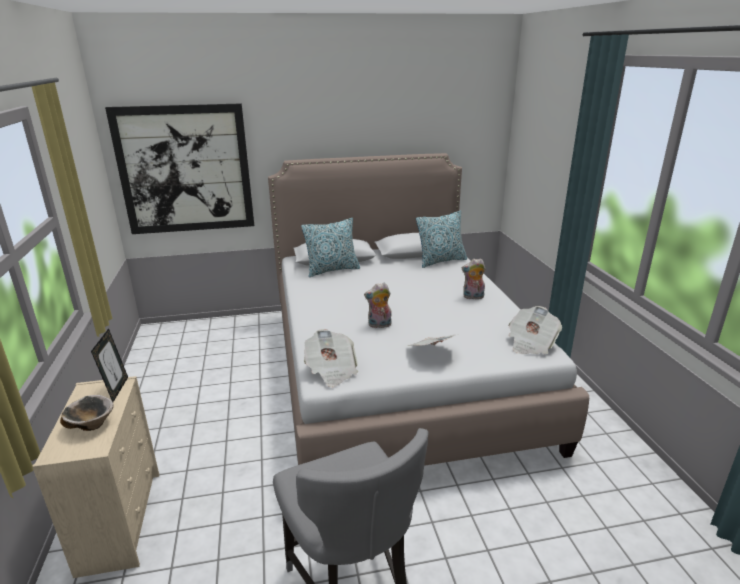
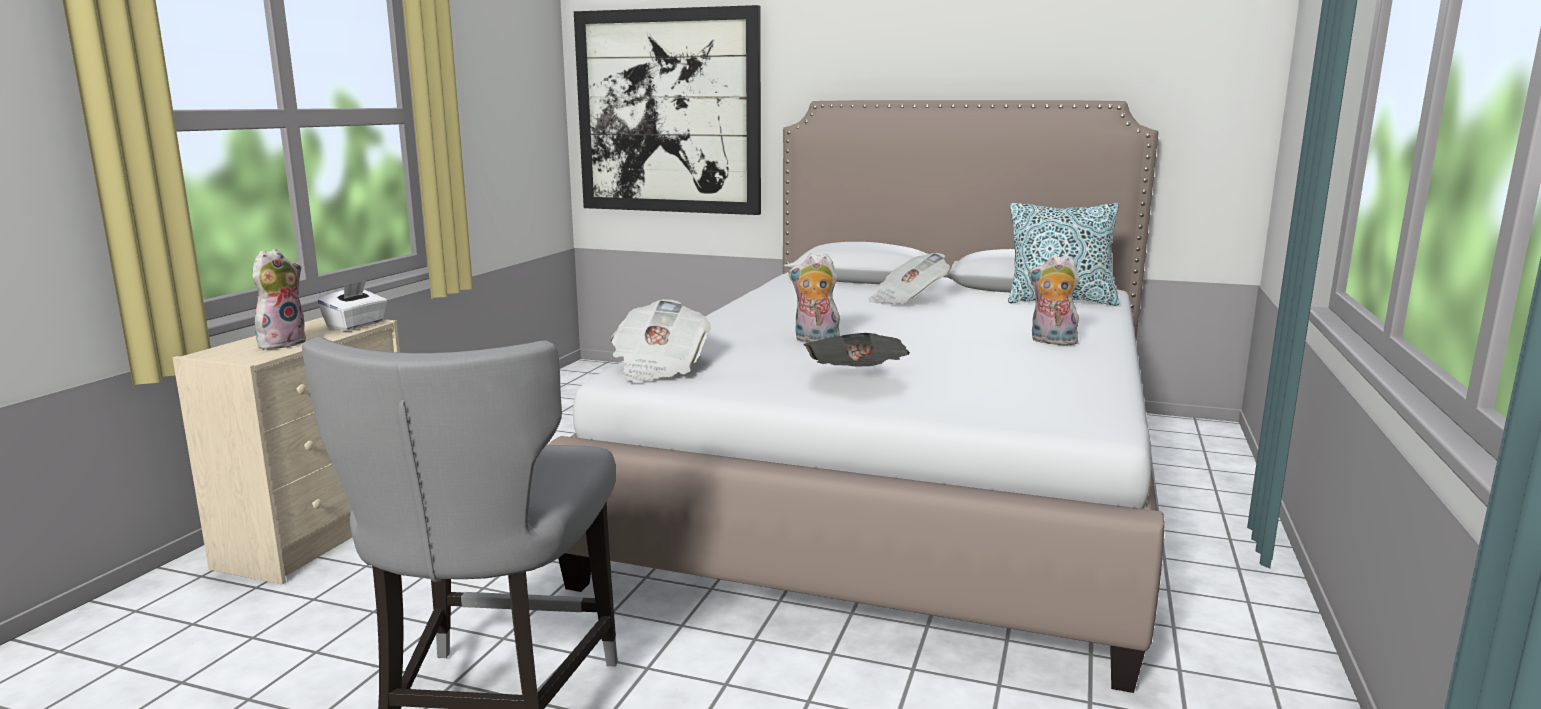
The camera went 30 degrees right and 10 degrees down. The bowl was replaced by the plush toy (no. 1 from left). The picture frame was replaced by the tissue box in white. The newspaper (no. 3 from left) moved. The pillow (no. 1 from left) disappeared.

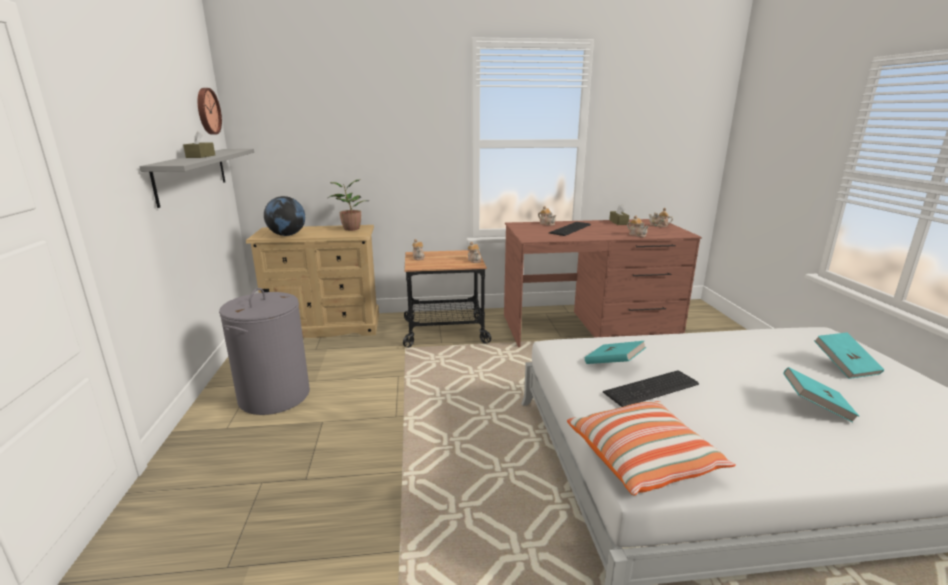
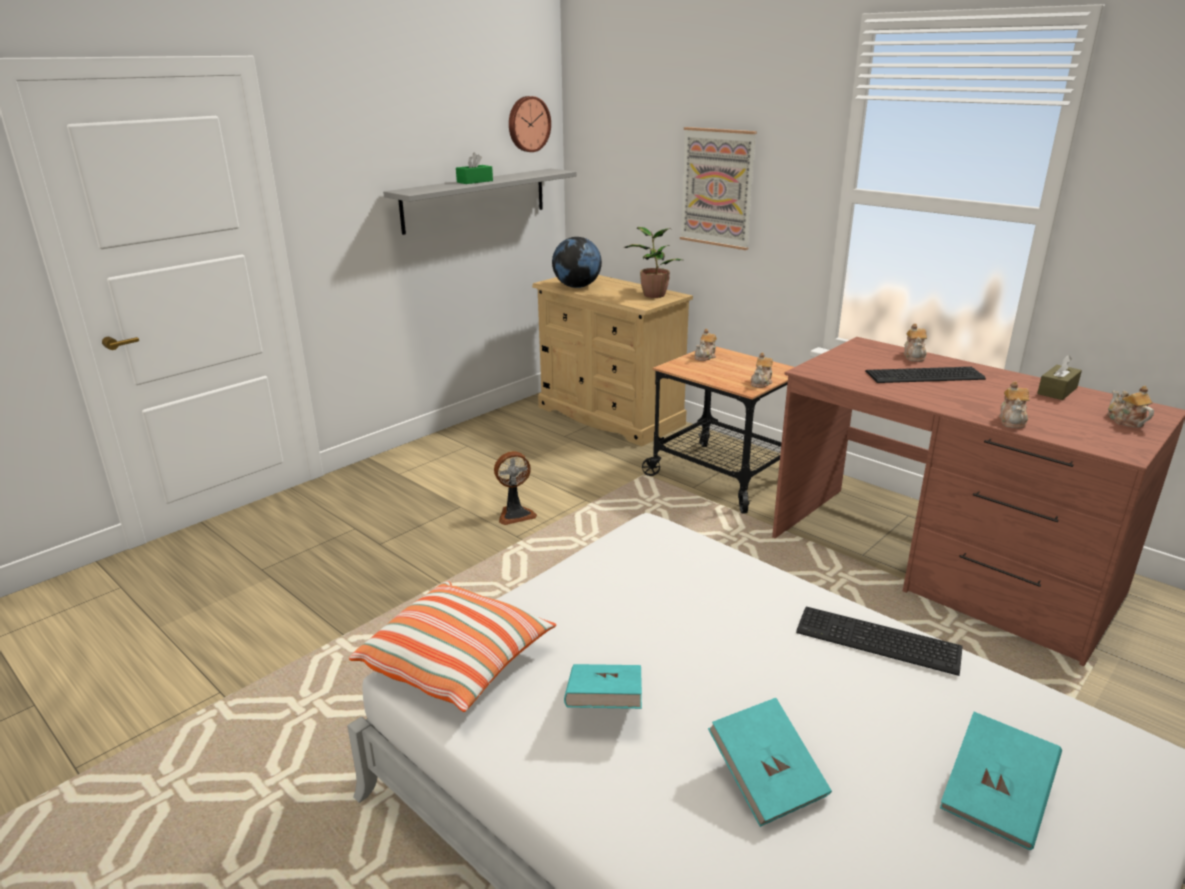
The camera went 50 degrees right and 5 degrees up. The tissue box in brown (no. 1 from left) became the tissue box in green. The fan appeared. The book in turquoise (no. 1 from left) moved. The picture appeared. The keyboard (no. 2 from left in the first image) moved. The laundry basket in grey disappeared.

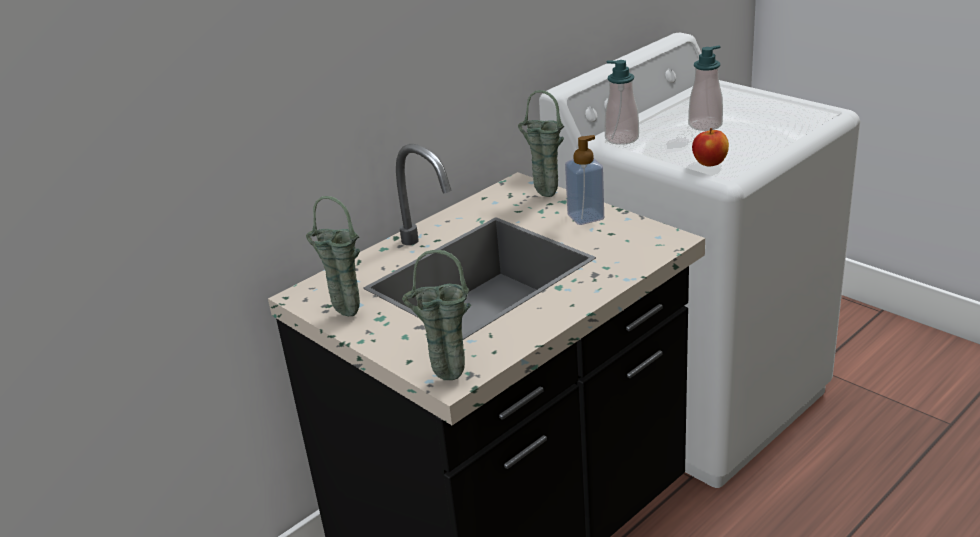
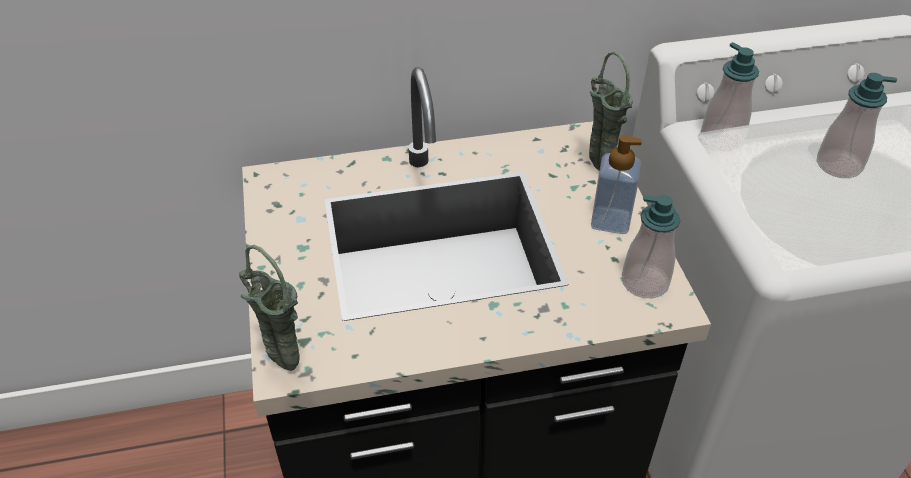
The camera went 30 degrees right and 15 degrees up. The soap dispenser (no. 2 from left) appeared. The vase in green (no. 1 from left) disappeared. The apple disappeared.

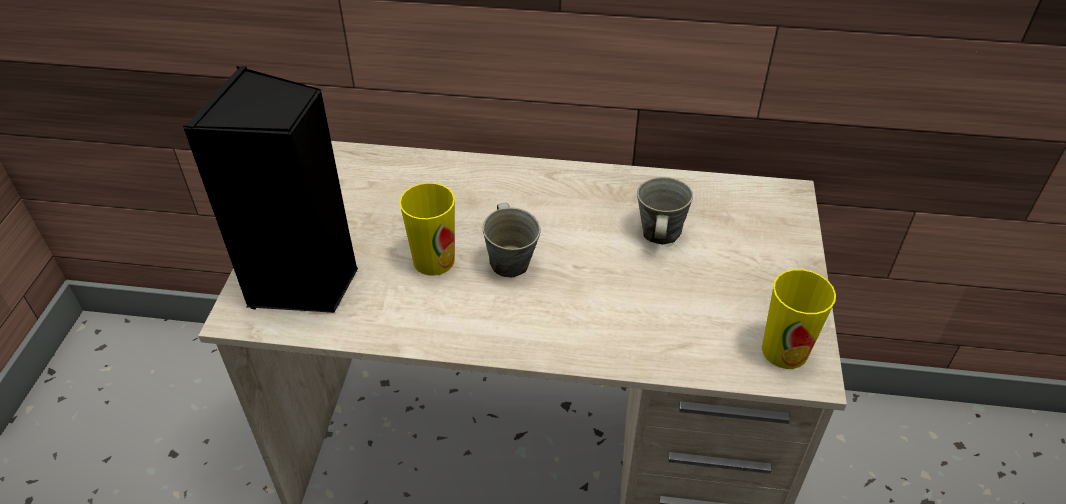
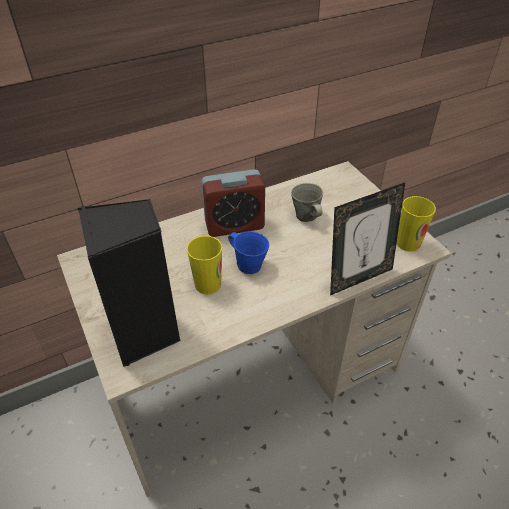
The camera went 35 degrees left and 0 degrees up. The alarm clock appeared. The mug in grey (no. 1 from left) became the mug in blue. The picture frame appeared.

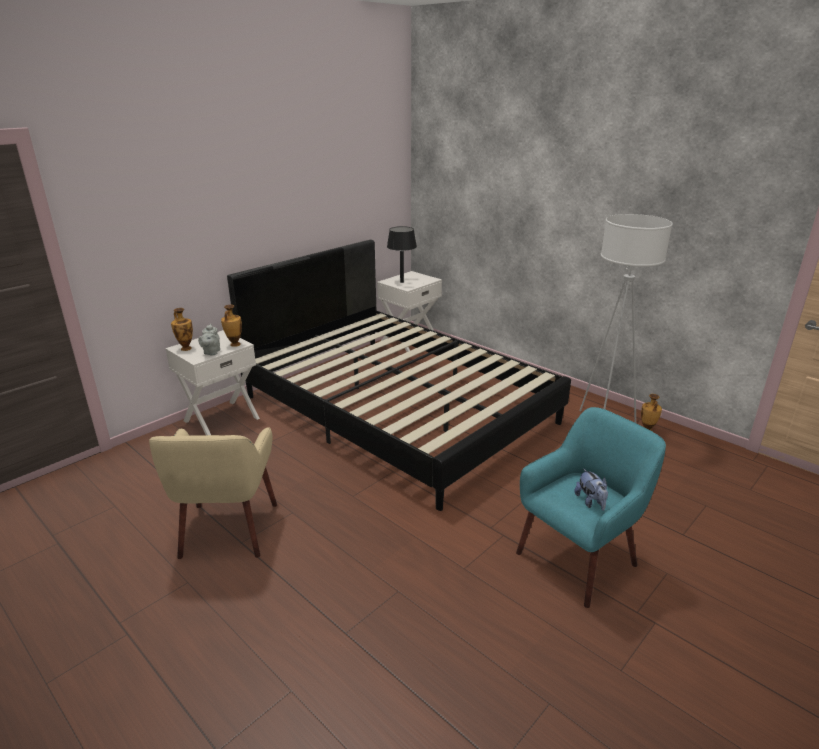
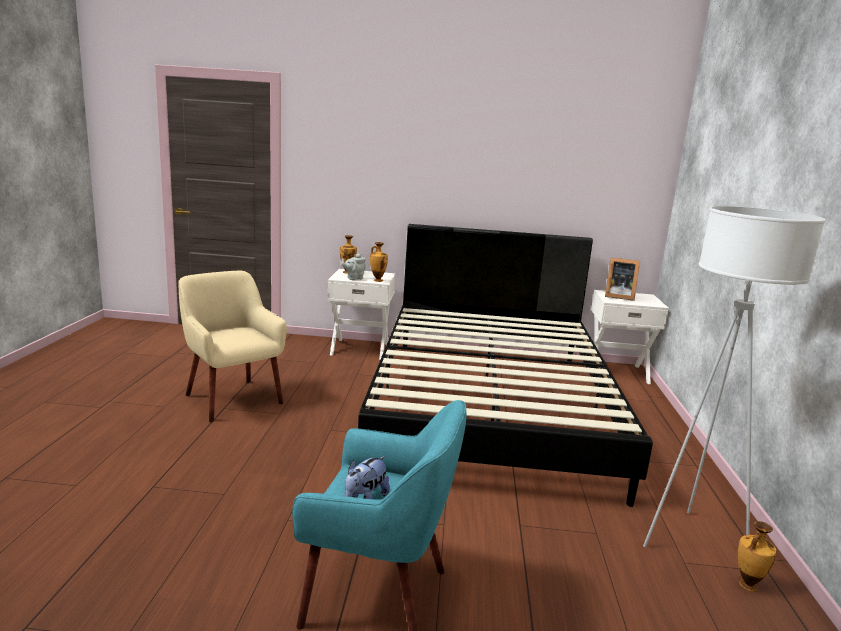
The camera went 50 degrees right and 10 degrees down. The armchair in beige turned 90 degrees clockwise. The table lamp in black was replaced by the picture frame.

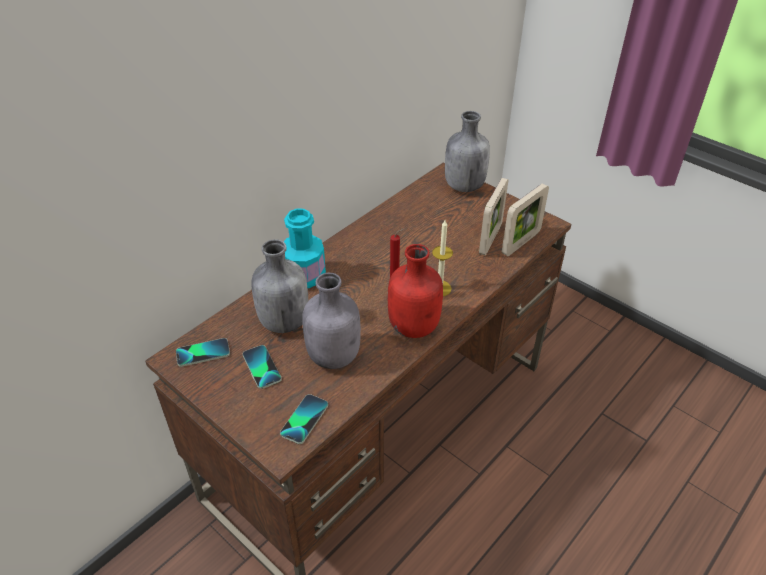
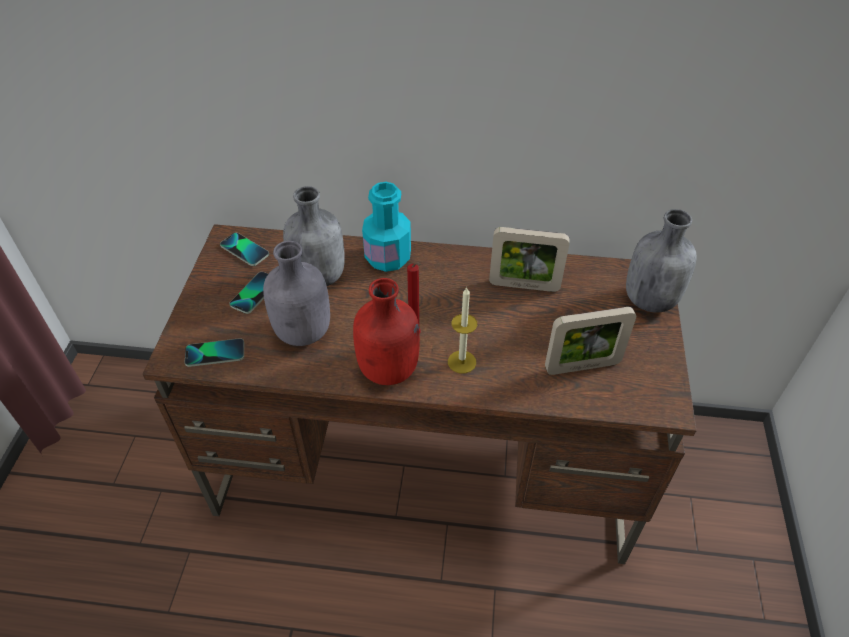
The camera went 55 degrees right and 5 degrees up. The picture frame (no. 2 from left in the first image) moved.

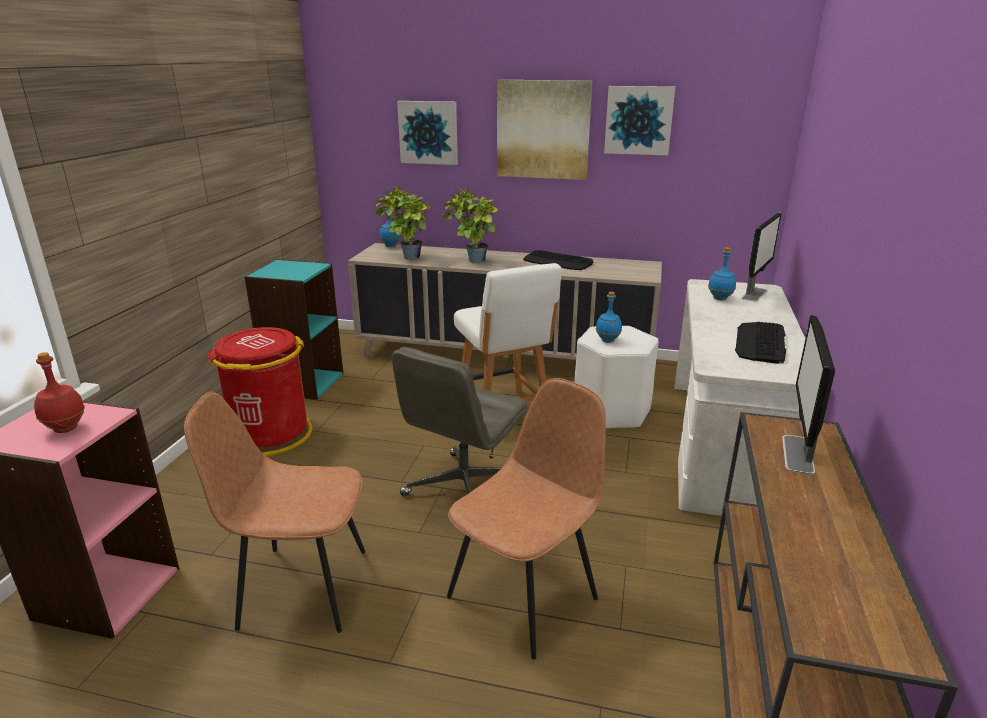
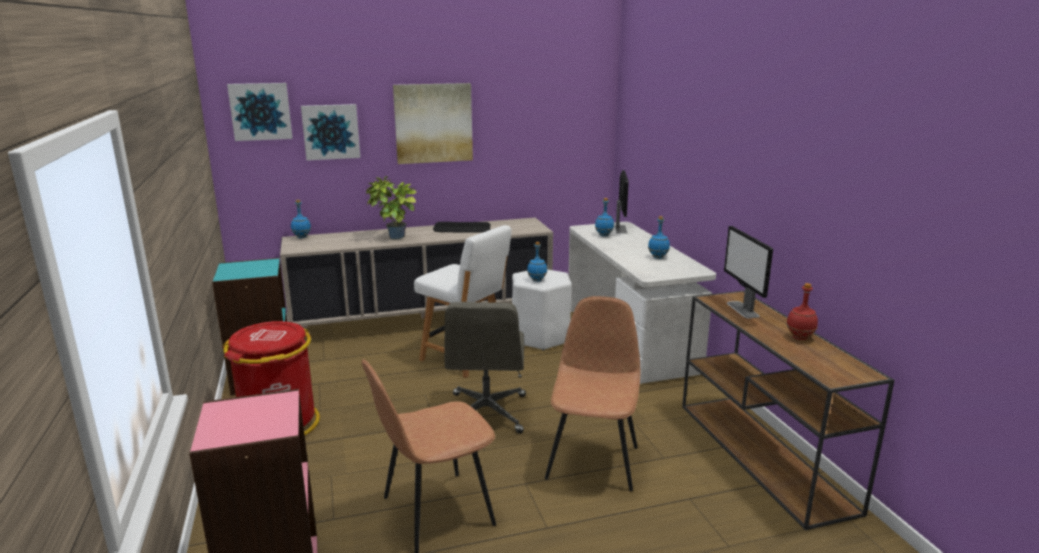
The camera went 30 degrees left and 5 degrees down. The picture (no. 3 from left in the first image) moved. The keyboard (no. 2 from left) was replaced by the bottle in blue (no. 4 from left). The bottle in red moved. The potted plant (no. 1 from left) disappeared.

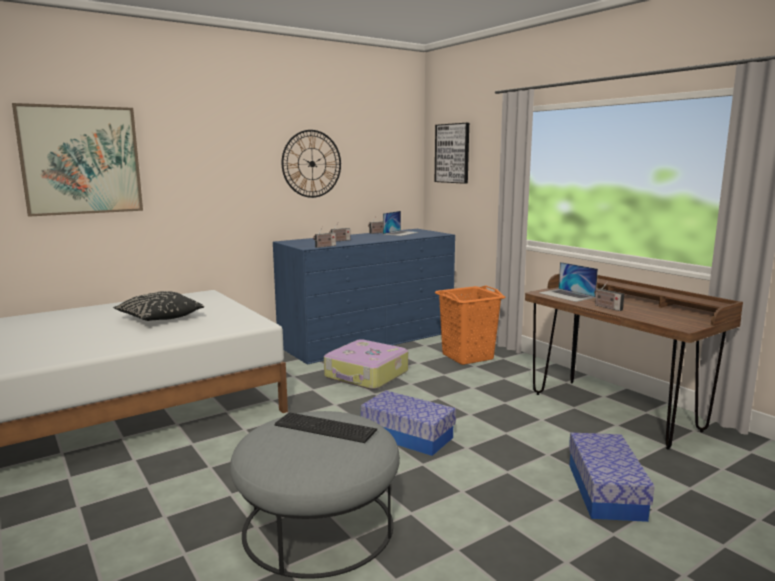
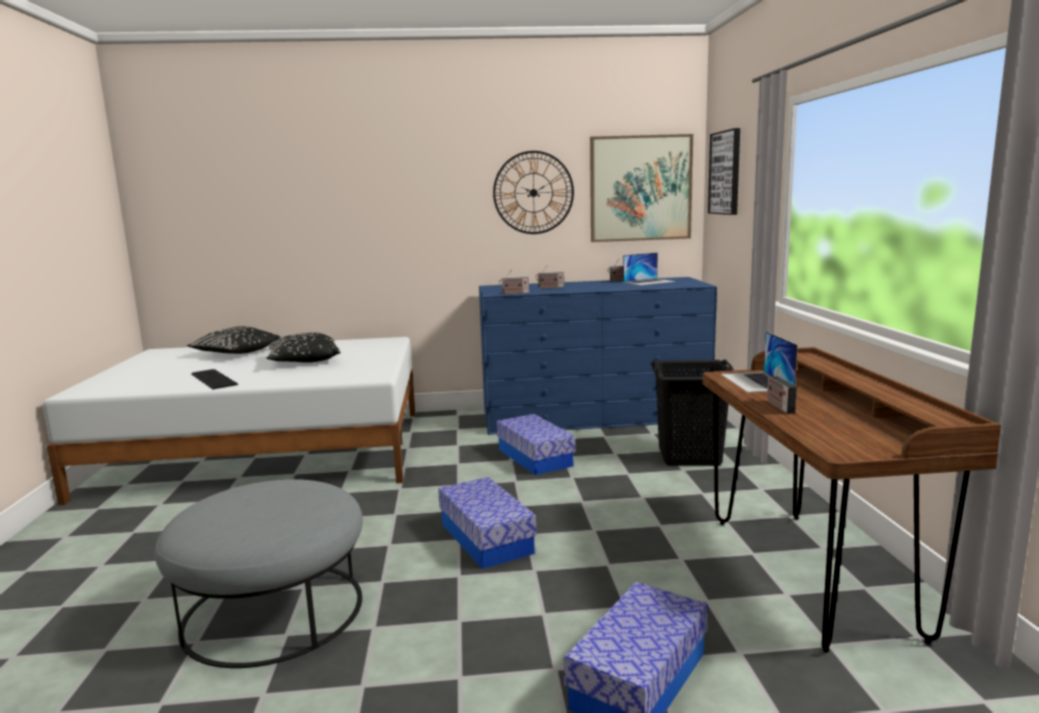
The camera went 30 degrees right and 0 degrees up. The pillow in black (no. 1 from left) appeared. The keyboard moved. The suitcase was replaced by the storage box (no. 2 from left). The picture (no. 1 from left) moved. The laundry basket in orange became the laundry basket in black.

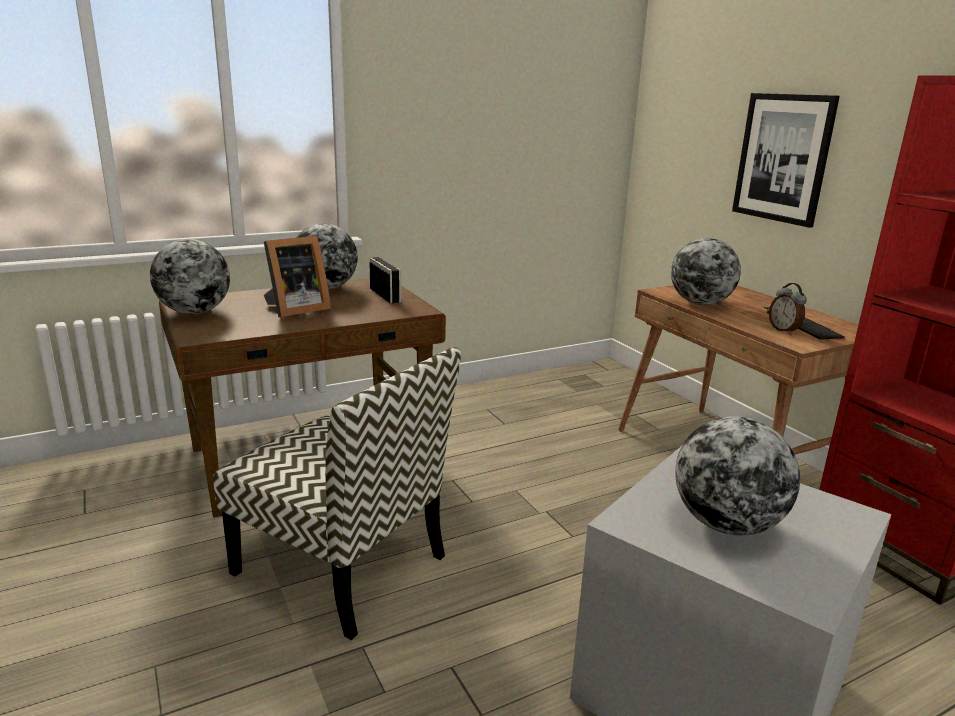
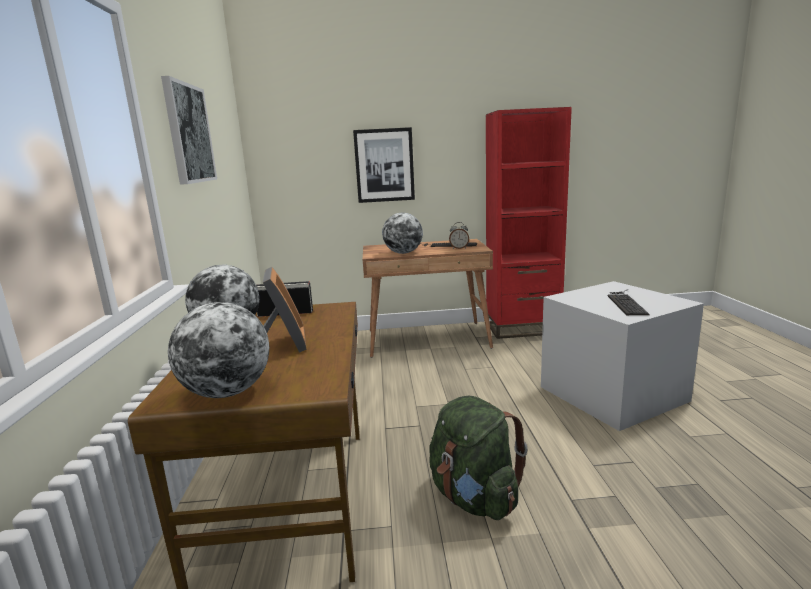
The camera went 65 degrees left and 5 degrees down. The picture (no. 1 from left) appeared. The chair was replaced by the backpack in green. The globe (no. 4 from left) was replaced by the keyboard (no. 2 from left).

